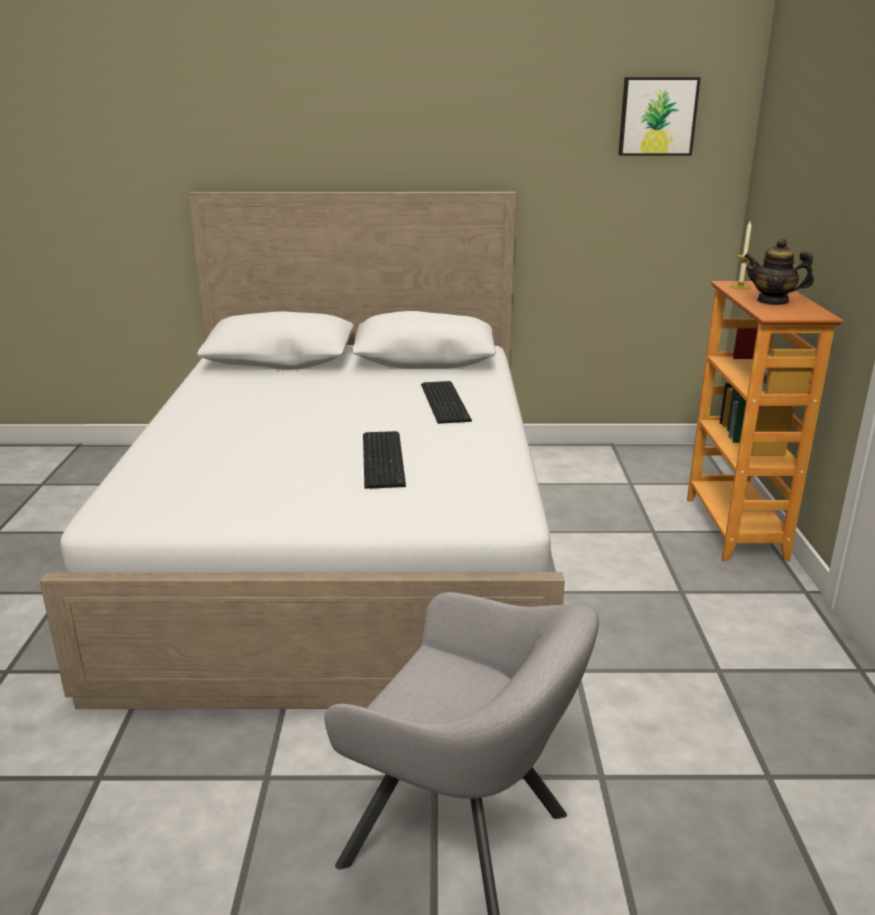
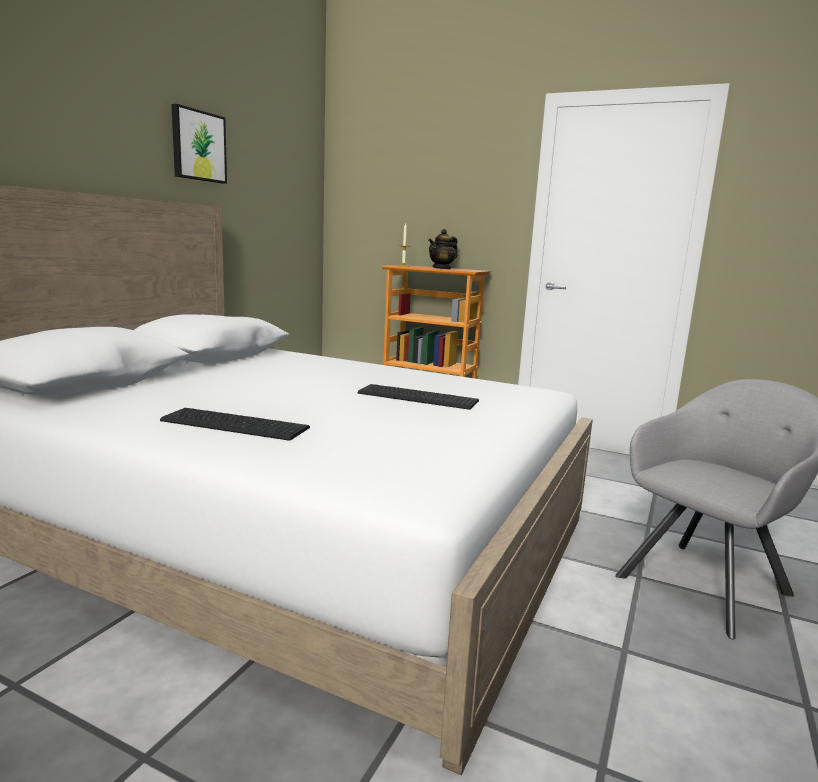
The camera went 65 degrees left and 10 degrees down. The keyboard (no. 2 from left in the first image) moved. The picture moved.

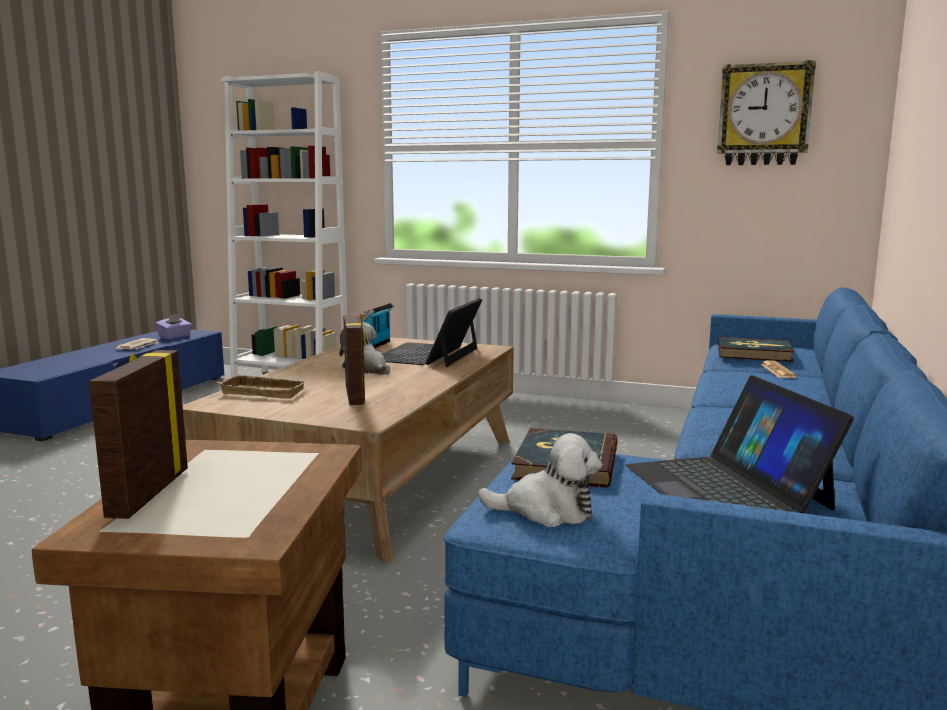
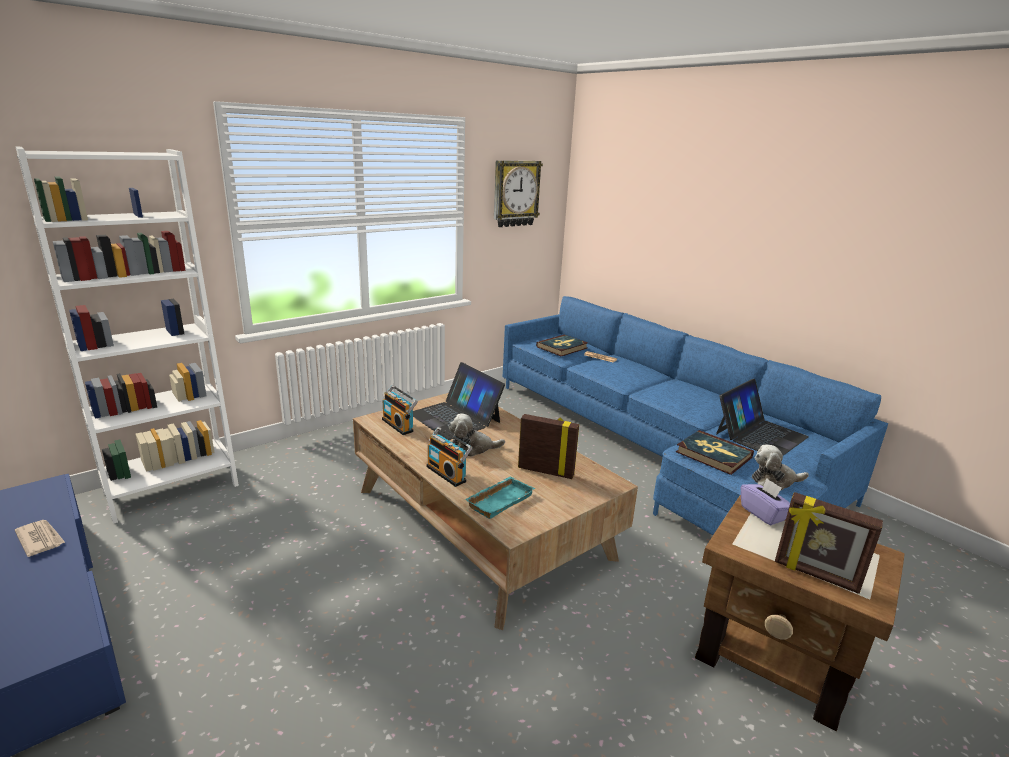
The camera went 60 degrees left and 10 degrees up. The radio (no. 2 from left) appeared. The tray in beige became the tray in turquoise. The laptop (no. 2 from left) turned 60 degrees counterclockwise. The tissue box in purple moved. The plush toy (no. 2 from left) turned 135 degrees counterclockwise.

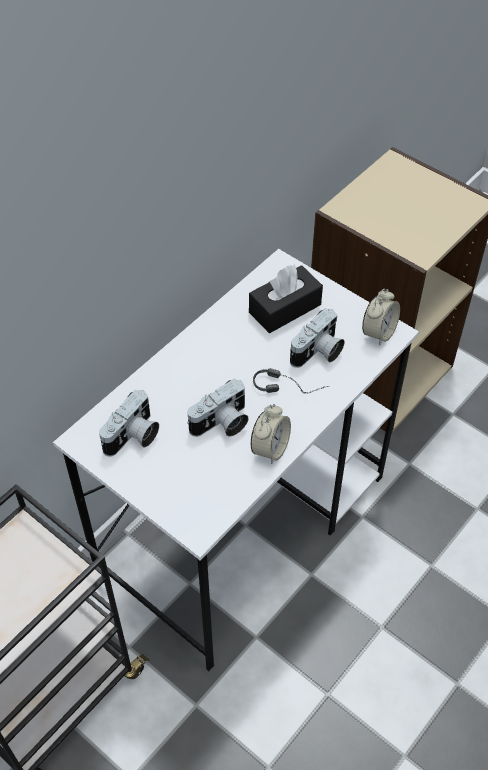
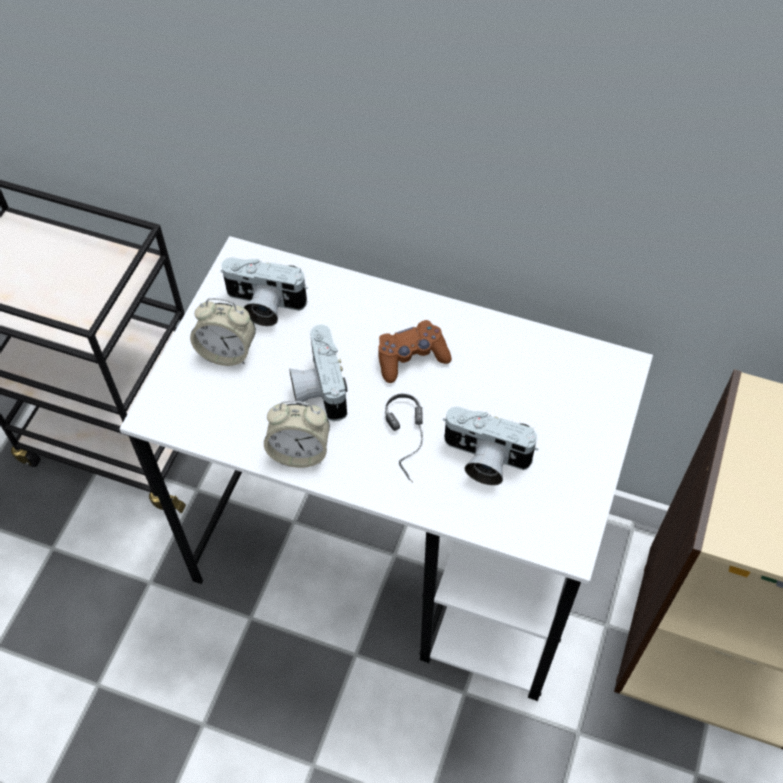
The camera went 70 degrees right and 5 degrees up. The alarm clock (no. 2 from left in the first image) moved. The photo camera (no. 2 from left) turned 45 degrees clockwise. The game controller in brown appeared. The tissue box in black disappeared.

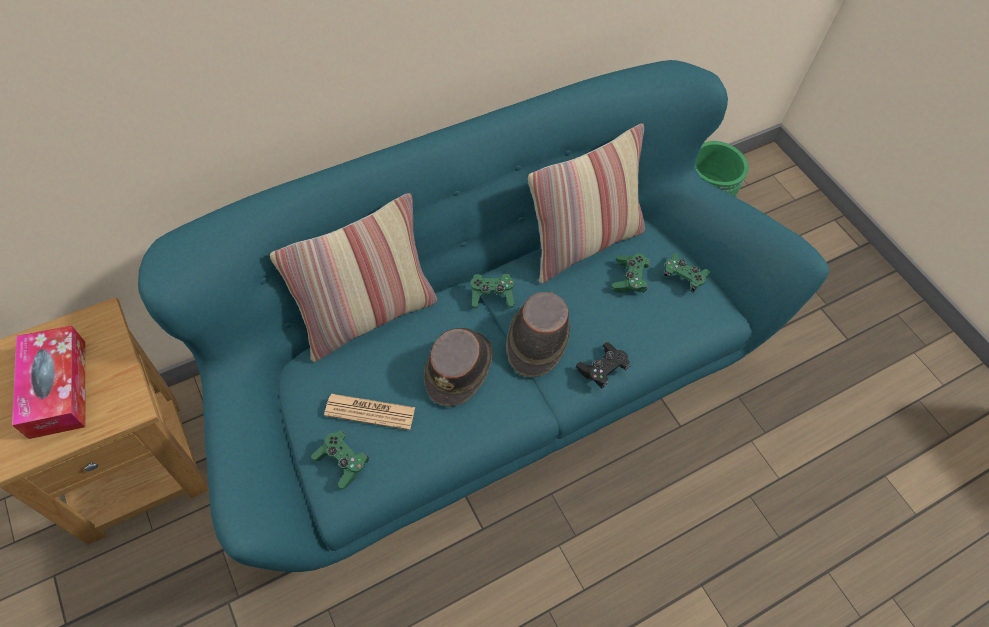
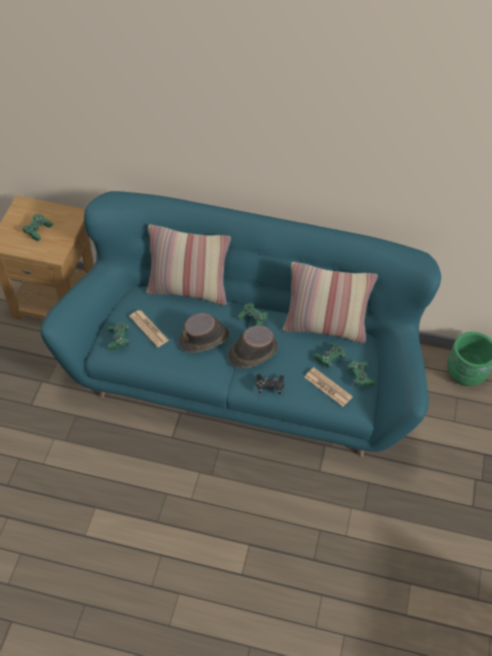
The camera went 45 degrees right and 5 degrees down. The tissue box was replaced by the game controller in green (no. 1 from left). The newspaper (no. 2 from left) appeared.

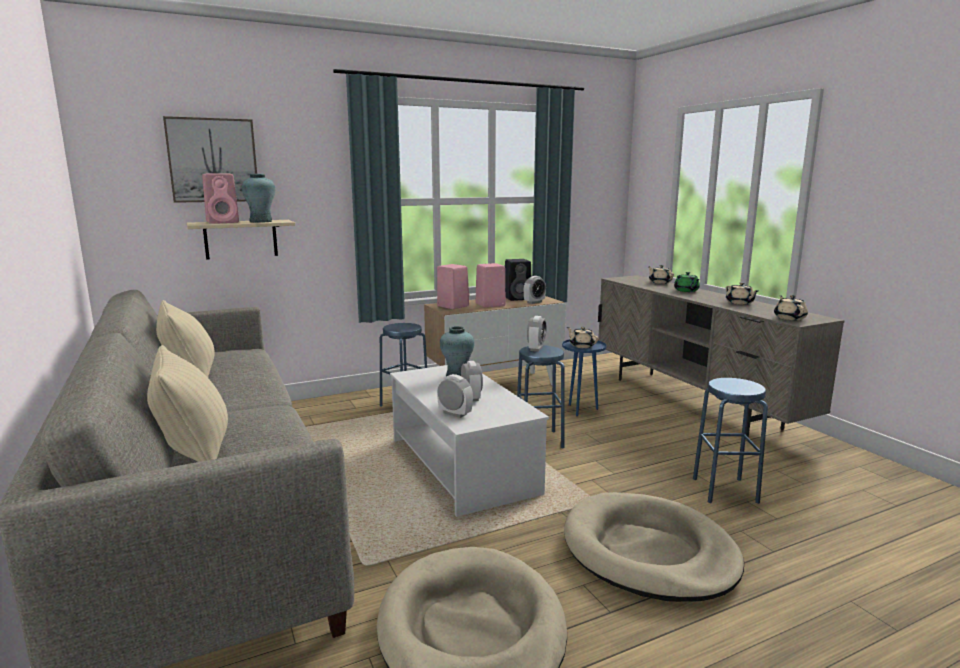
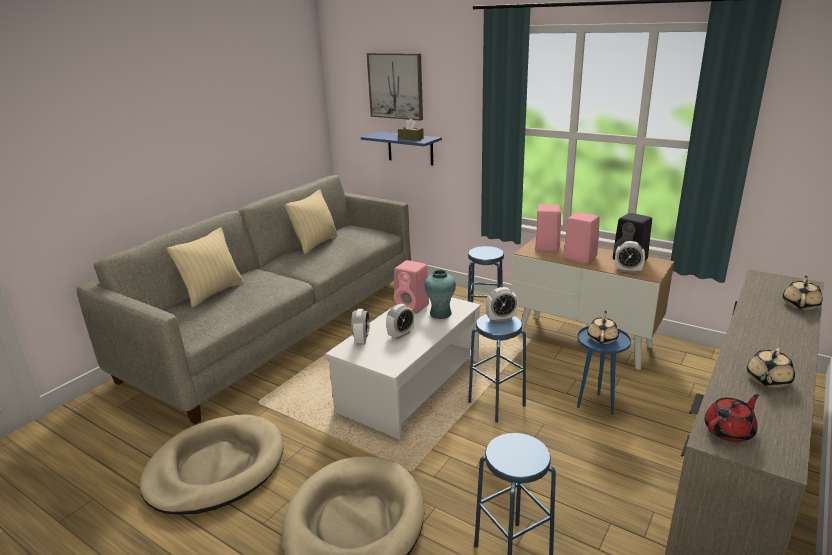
The camera went 60 degrees right and 10 degrees up. The shelf in beige became the shelf in blue. The speaker in pink (no. 1 from left) moved. The vase in turquoise (no. 1 from left) was replaced by the tissue box in brown. The teapot in beige (no. 4 from left) became the teapot in red. The teapot in green disappeared.

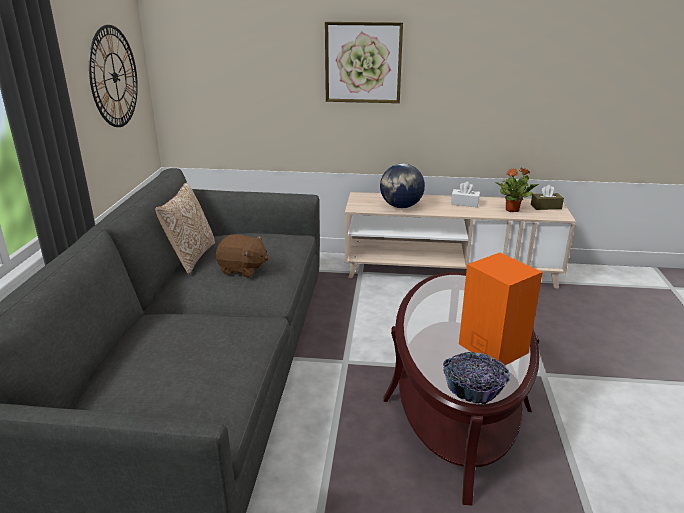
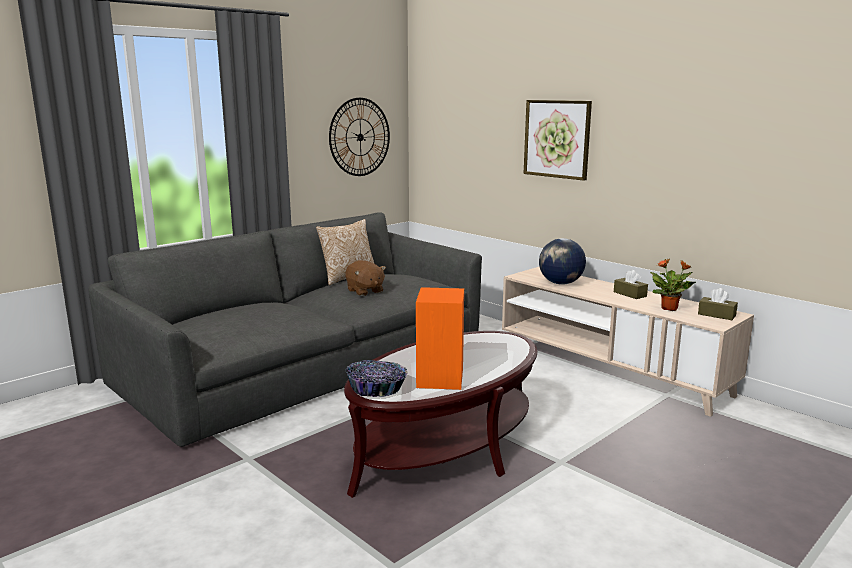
The camera went 40 degrees right and 10 degrees down. The tissue box in white became the tissue box in brown (no. 1 from left).

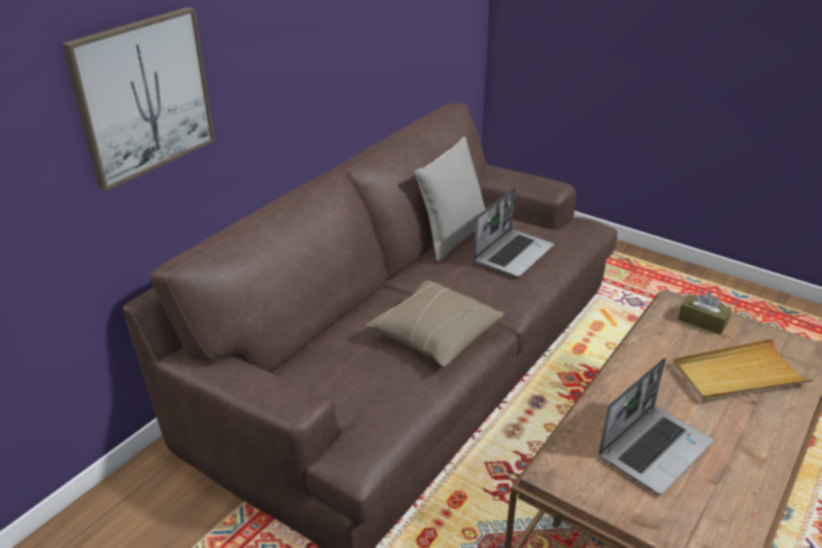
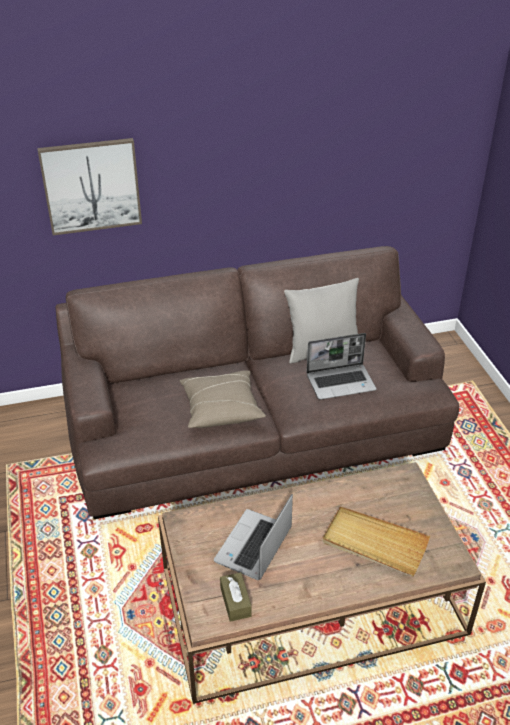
The camera went 40 degrees right and 5 degrees up. The laptop (no. 2 from left in the first image) turned 120 degrees clockwise. The tissue box in brown moved.

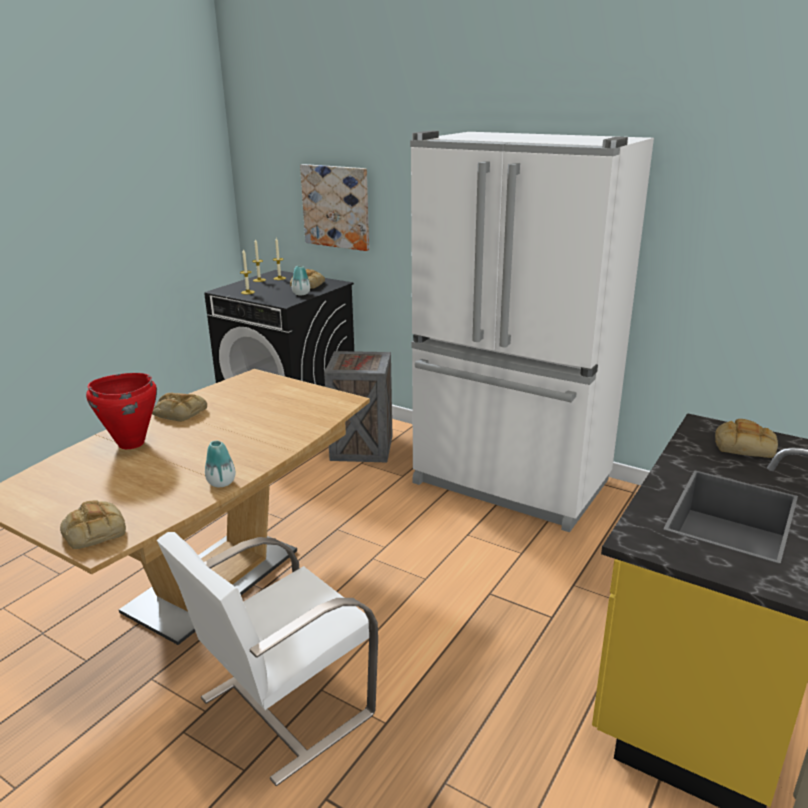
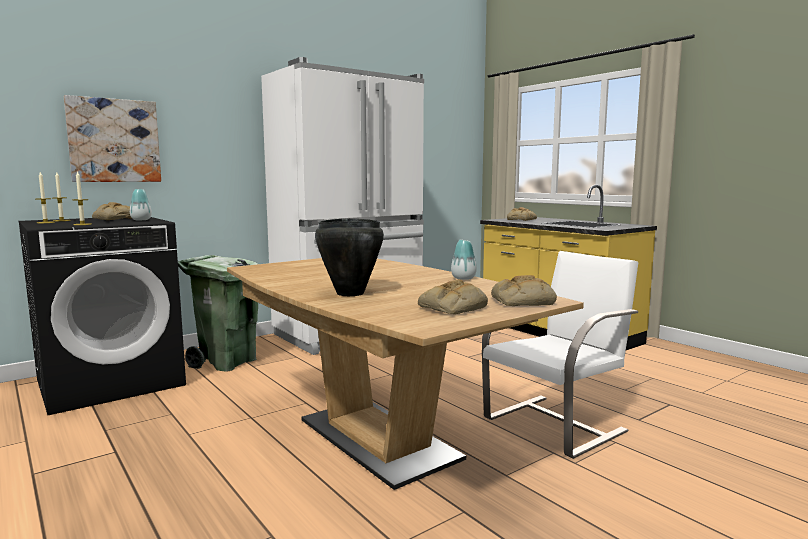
The camera went 70 degrees left and 15 degrees down. The crate was replaced by the trash can in green. The cooking pot in red became the cooking pot in black. The bread (no. 2 from left) moved. The chair in white turned 105 degrees counterclockwise.

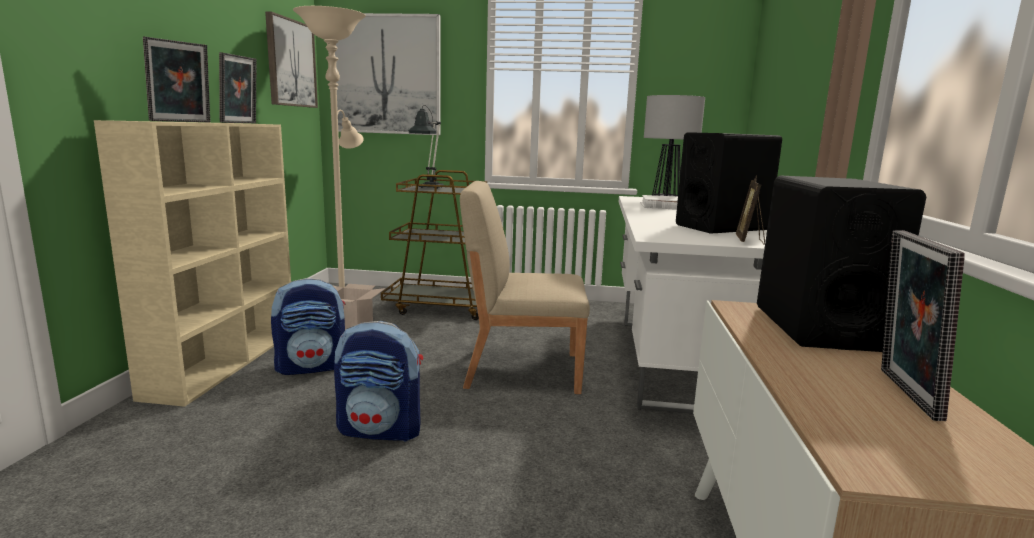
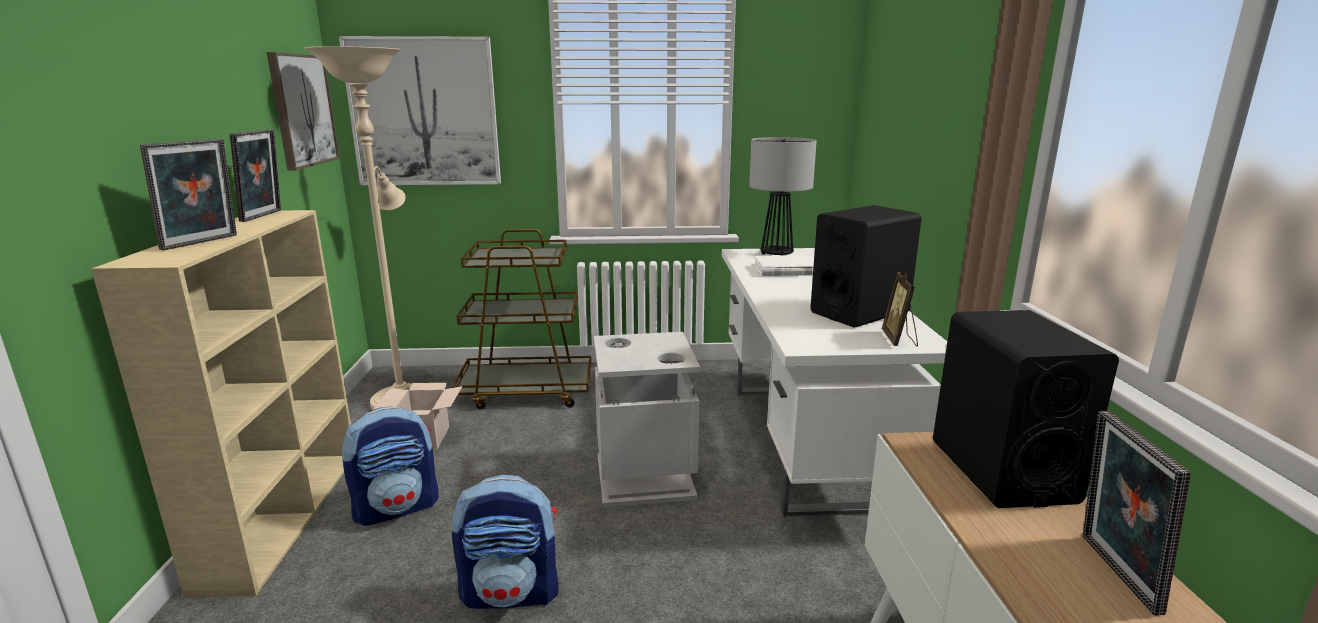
The camera went 10 degrees left and 5 degrees up. The chair in beige was replaced by the trash can in grey. The table lamp (no. 1 from left) disappeared.

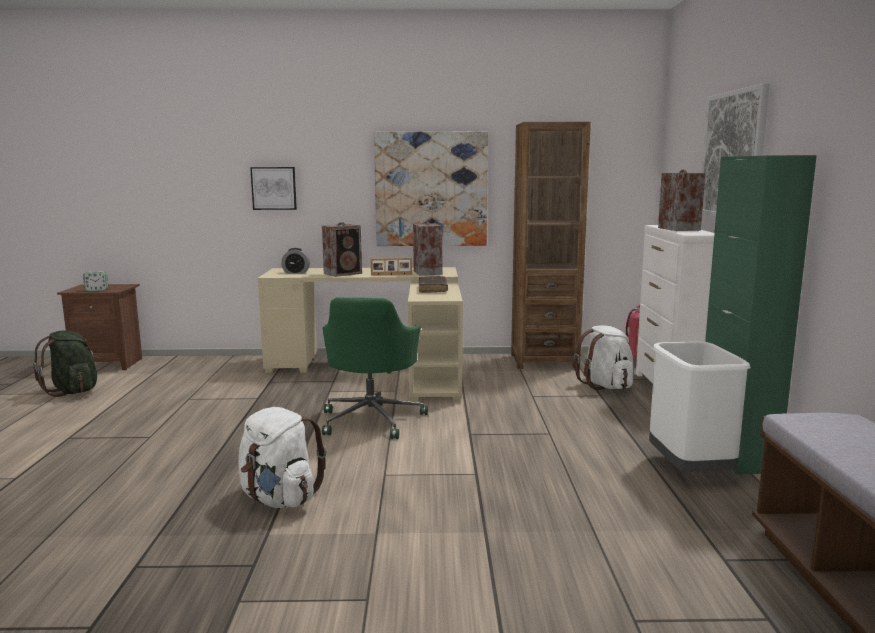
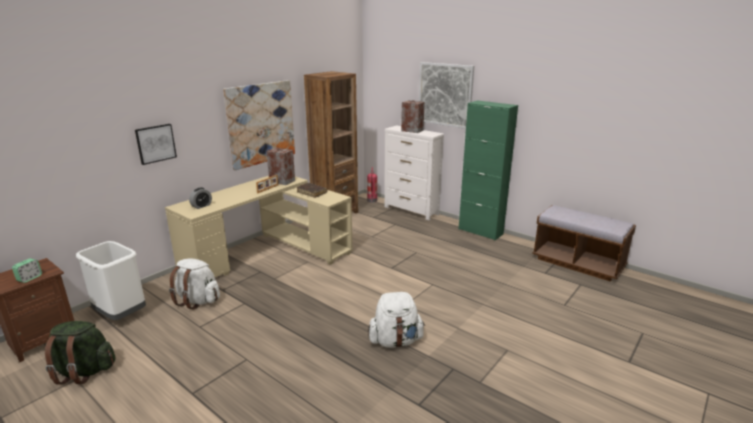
The camera went 50 degrees left and 10 degrees up. The trash can in white moved. The backpack in white (no. 2 from left in the first image) moved. The speaker (no. 1 from left) disappeared. The office chair in green disappeared.

